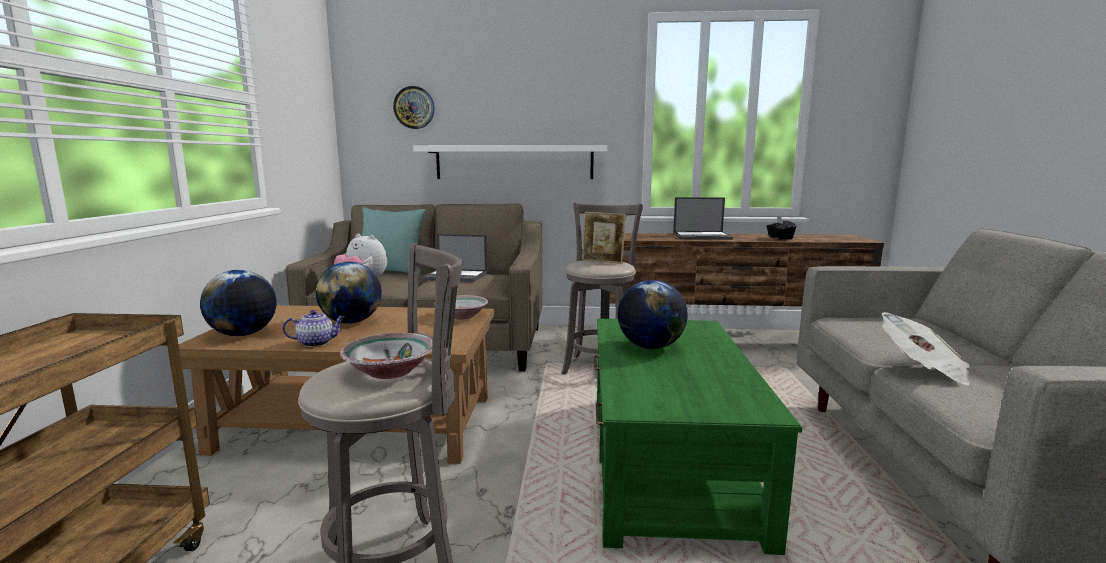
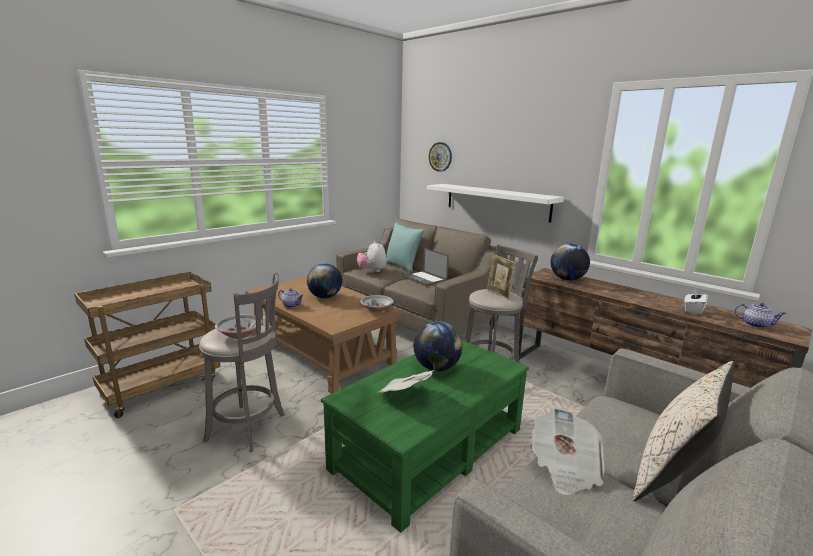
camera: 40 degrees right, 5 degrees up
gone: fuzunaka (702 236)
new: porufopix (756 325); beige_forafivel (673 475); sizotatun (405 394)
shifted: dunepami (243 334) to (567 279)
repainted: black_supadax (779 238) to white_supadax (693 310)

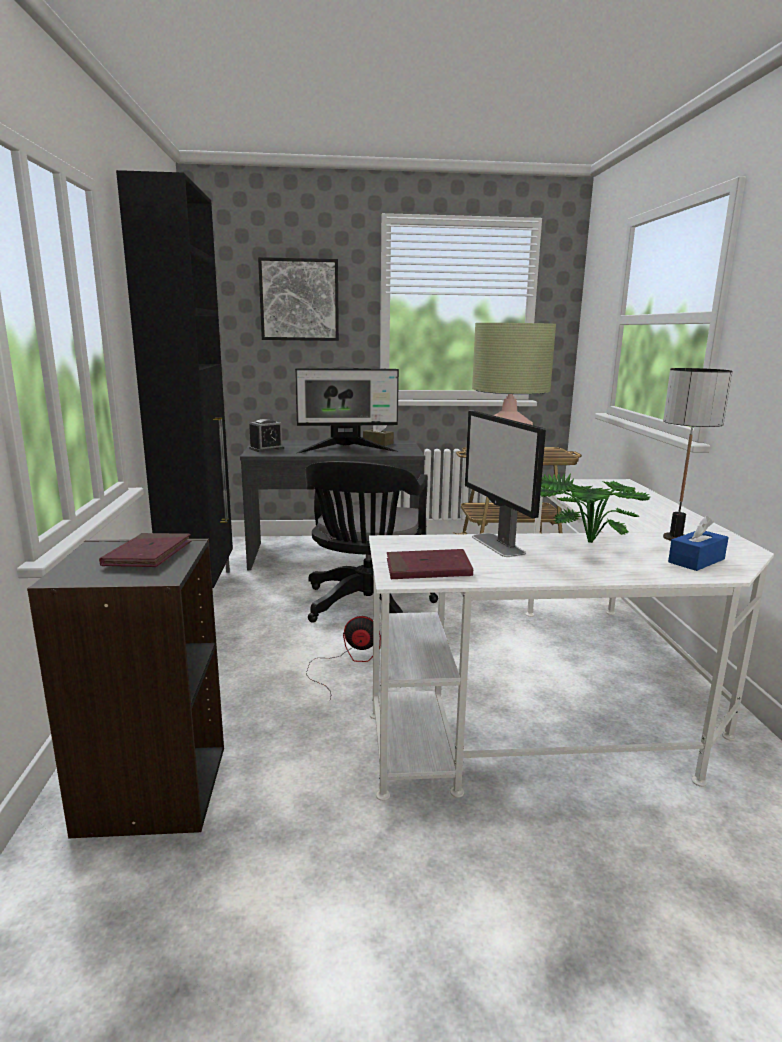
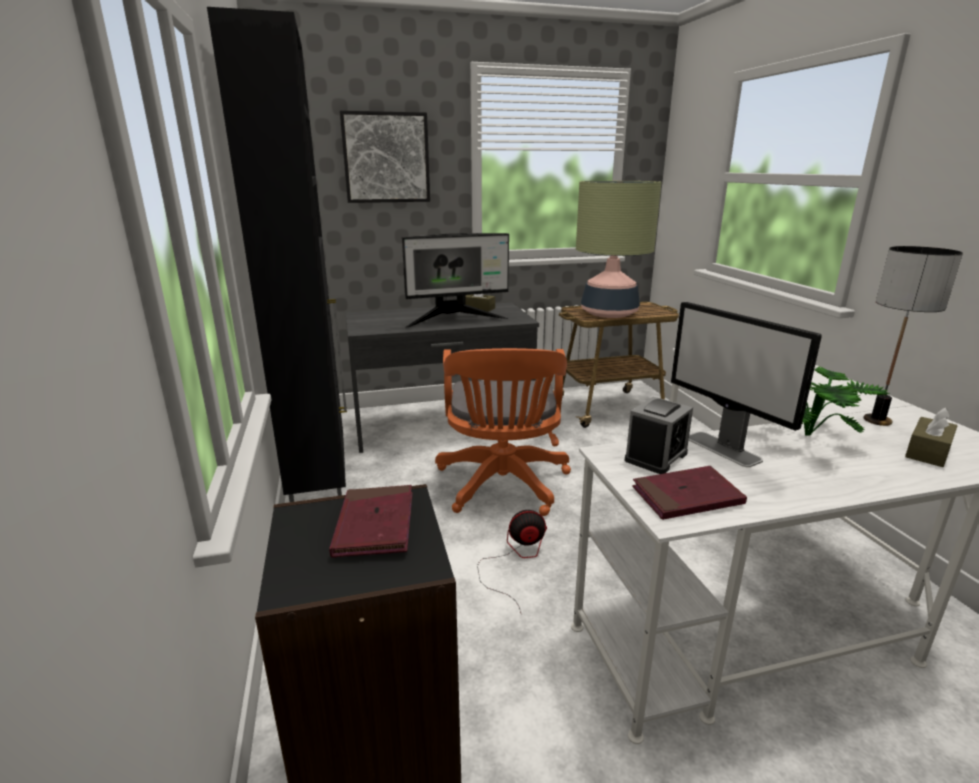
camera: 10 degrees left, 5 degrees up
shifted: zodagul (266 449) to (656 457)
repainted: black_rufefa (366 607) to orange_rufefa (503 486); blue_supadax (696 561) to brown_supadax (927 452)

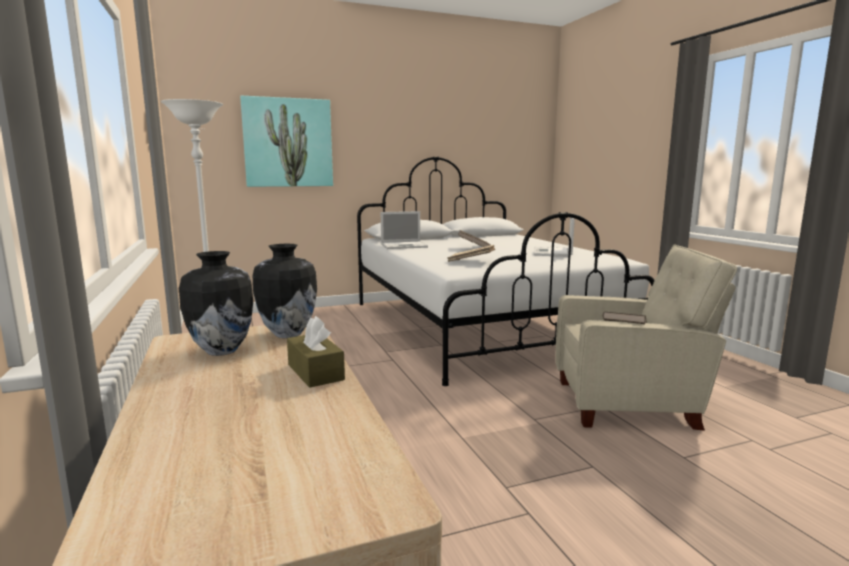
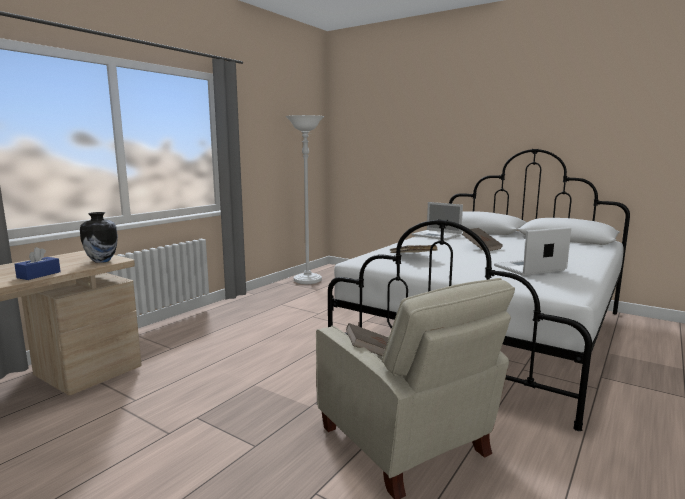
camera: 55 degrees right, 0 degrees up
gone: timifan (288 143); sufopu (221 350)
repainted: brown_supadax (315 372) to blue_supadax (39 275)

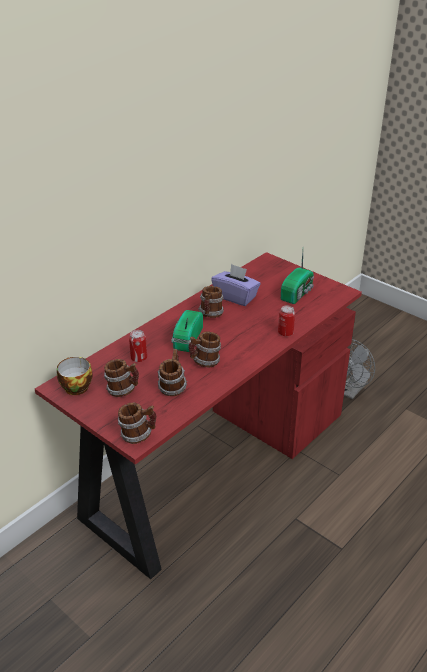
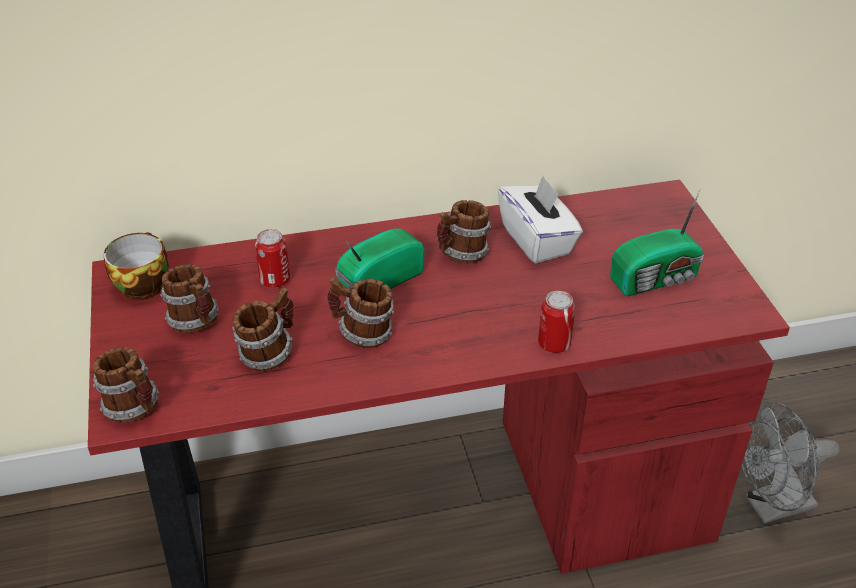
camera: 35 degrees right, 5 degrees up
repainted: purple_supadax (235 297) to white_supadax (537 240)

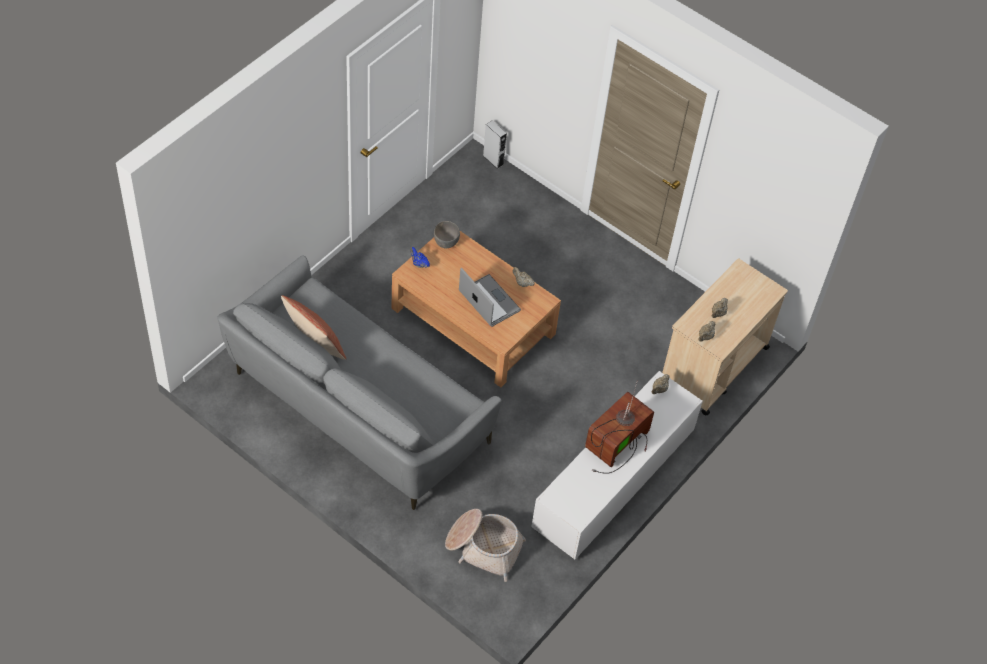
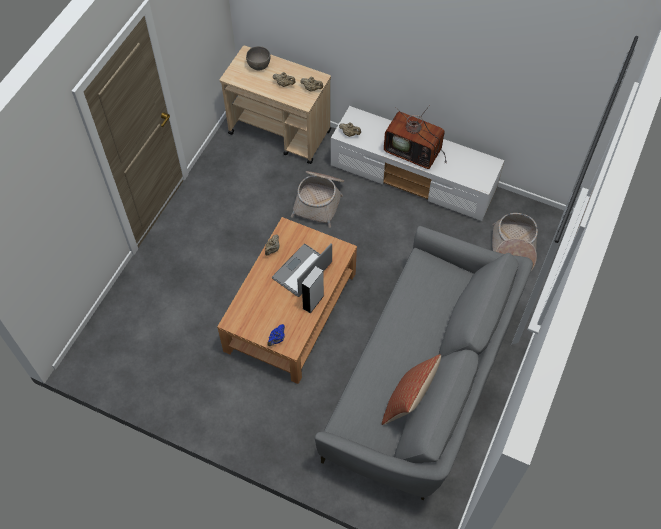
camera: 100 degrees left, 5 degrees up
new: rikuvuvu (319 200)
shifted: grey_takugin (493 160) to (313 302); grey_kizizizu (446 242) to (258 66)

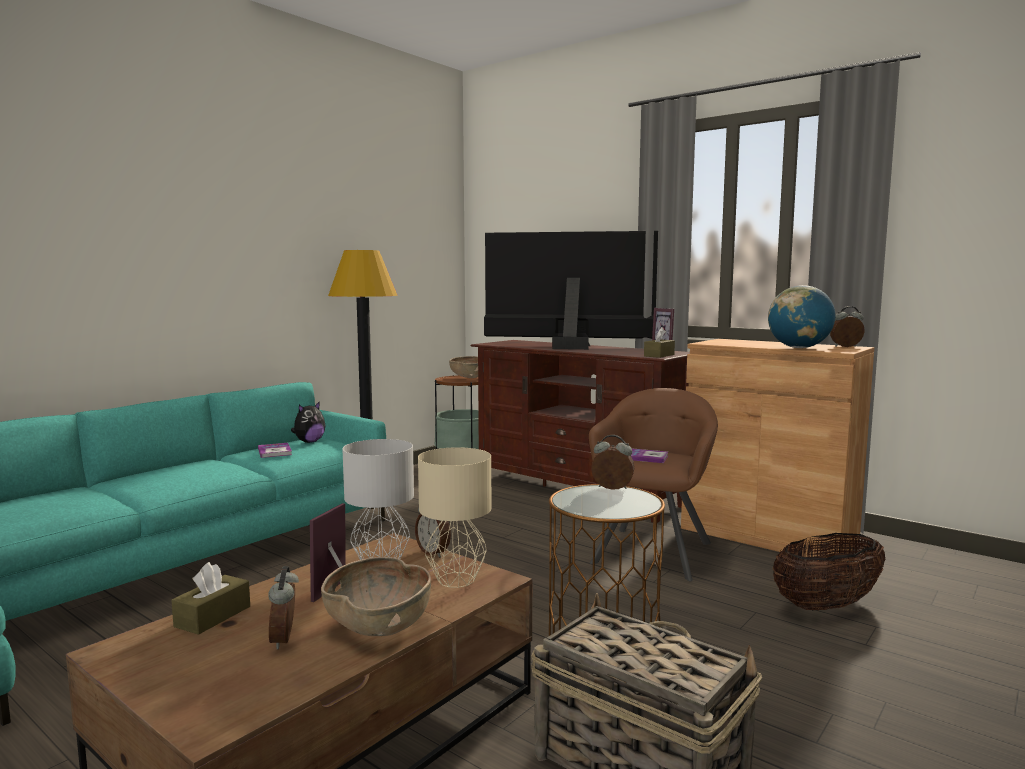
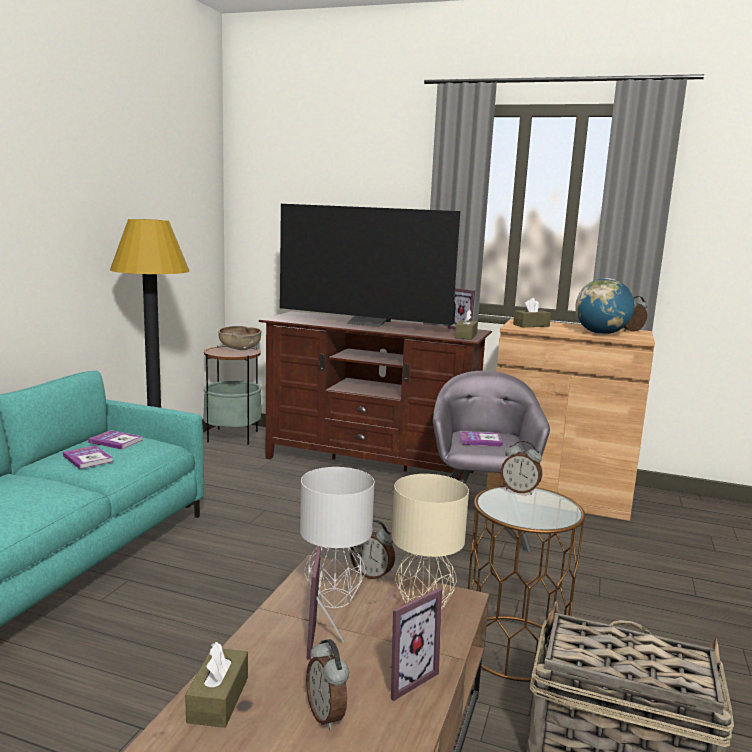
camera: 20 degrees left, 5 degrees up
gone: rikuvuvu (826 605)
new: brown_supadax (531 325)
swapped: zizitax (309 442) to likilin (116 441); brown_kizizizu (379 625) to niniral (403 677)
repainted: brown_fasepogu (653 552) to grey_fasepogu (480 524)
rotated: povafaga (571 347) = (367 323) 150 degrees counterclockwise; zodagul (612 489) = (519 491) 150 degrees counterclockwise

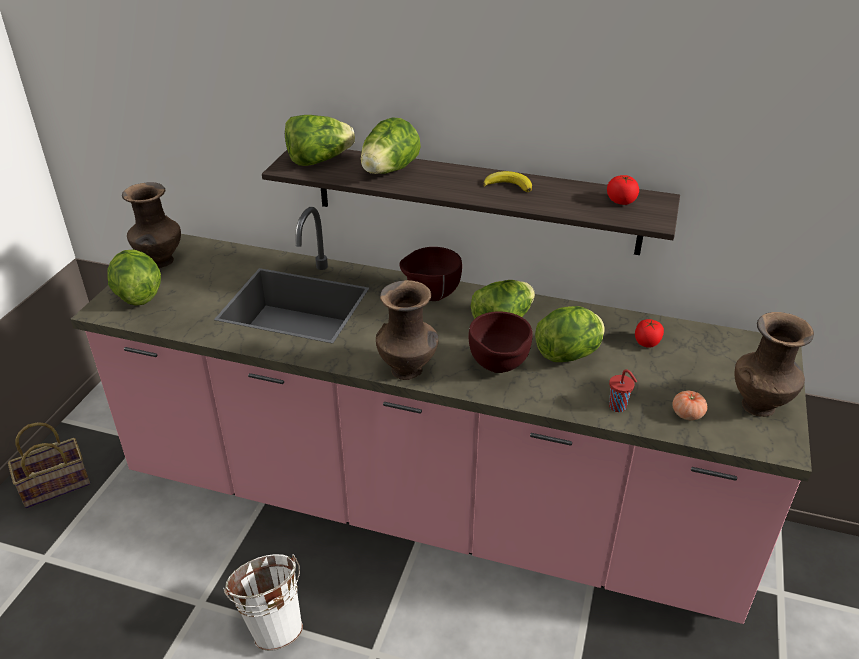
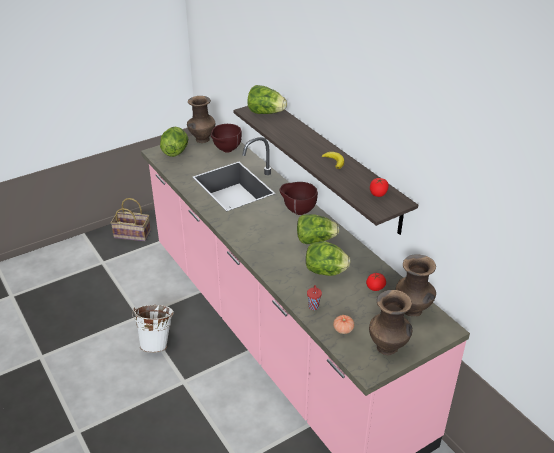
camera: 40 degrees right, 0 degrees up
gone: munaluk (389 171)
shifted: brown_sufopu (408 370) to (412 310); brown_kizizizu (498 369) to (226 150)

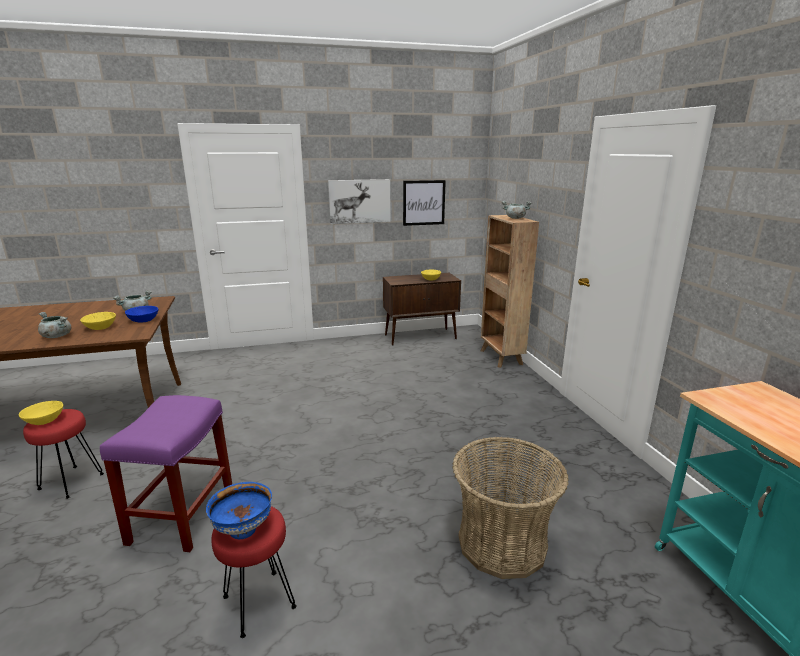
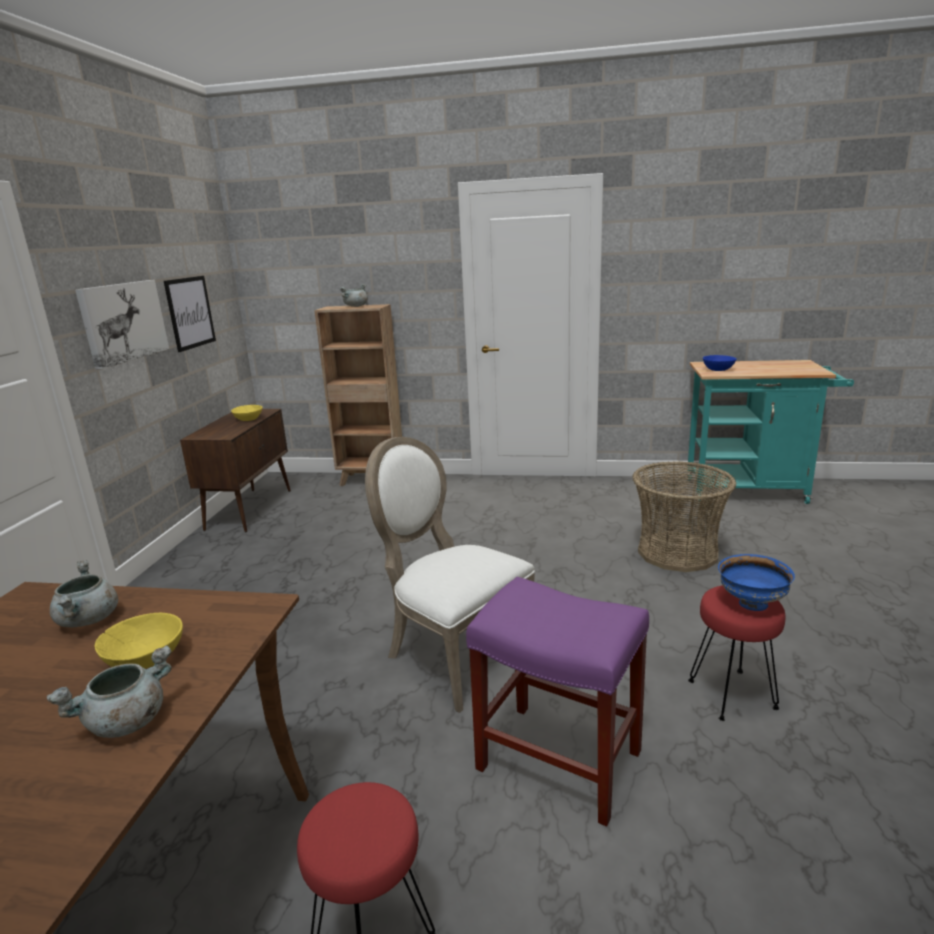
camera: 65 degrees left, 0 degrees up
gone: yellow_kizizizu (44 421)
new: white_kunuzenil (454 653)
shifted: blue_kizizizu (143 320) to (718 369)

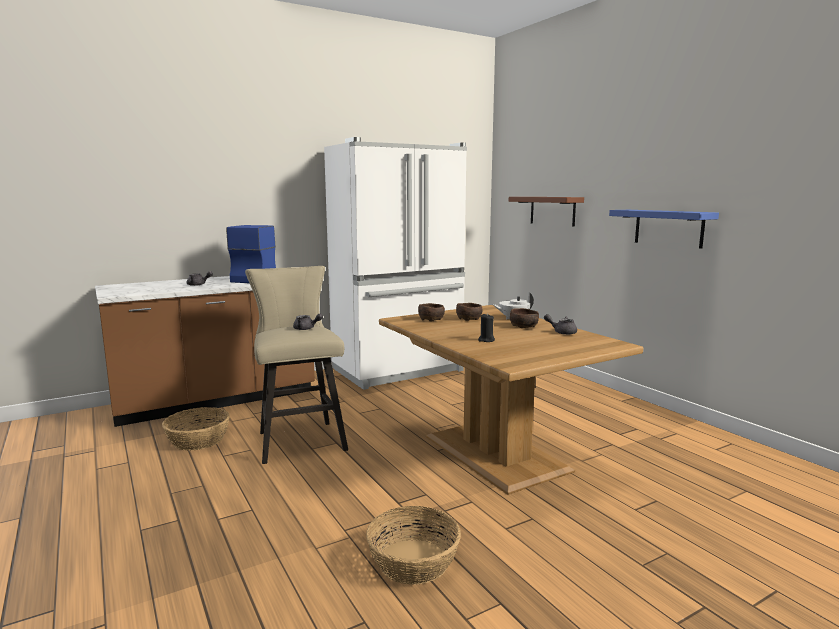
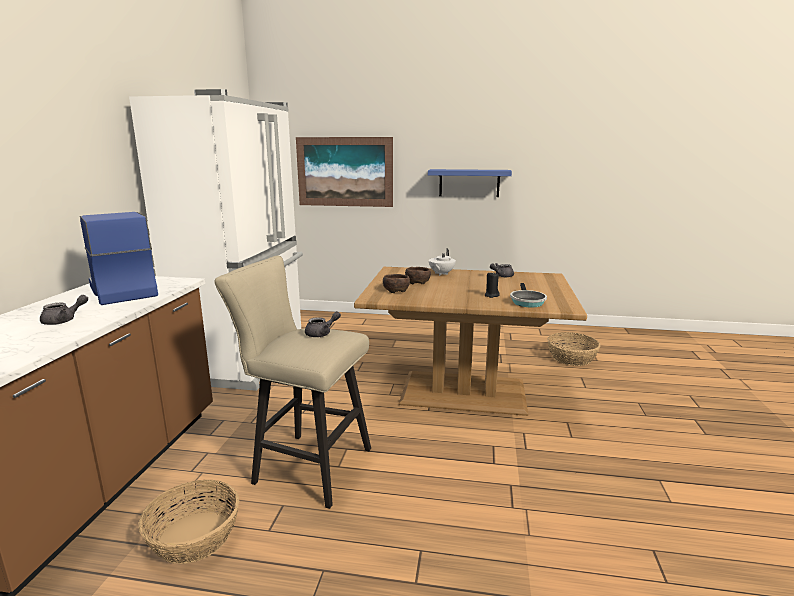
camera: 50 degrees left, 5 degrees up
gone: brown_kizizizu (524 326)
new: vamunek (526 301)
shifted: rikuvuvu (414 562) to (572 358)
swapped: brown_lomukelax (552 210) to timifan (344 172)

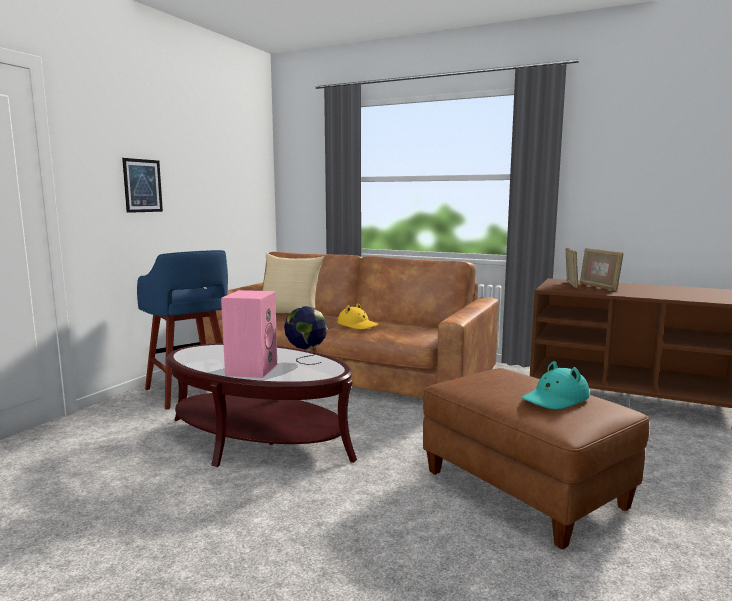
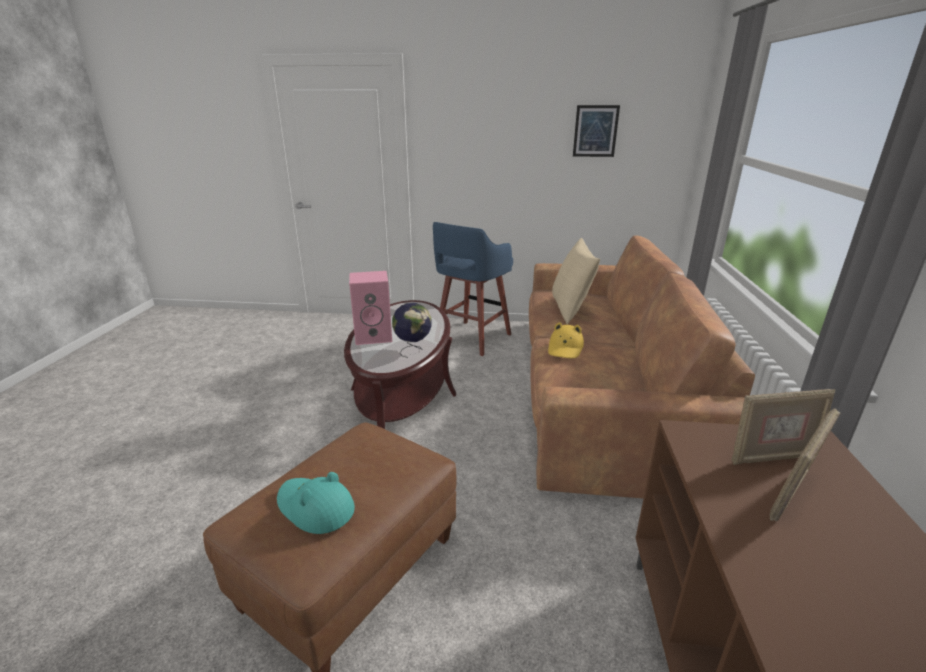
camera: 70 degrees right, 15 degrees up
shifted: timifan (142 185) to (595 131)

